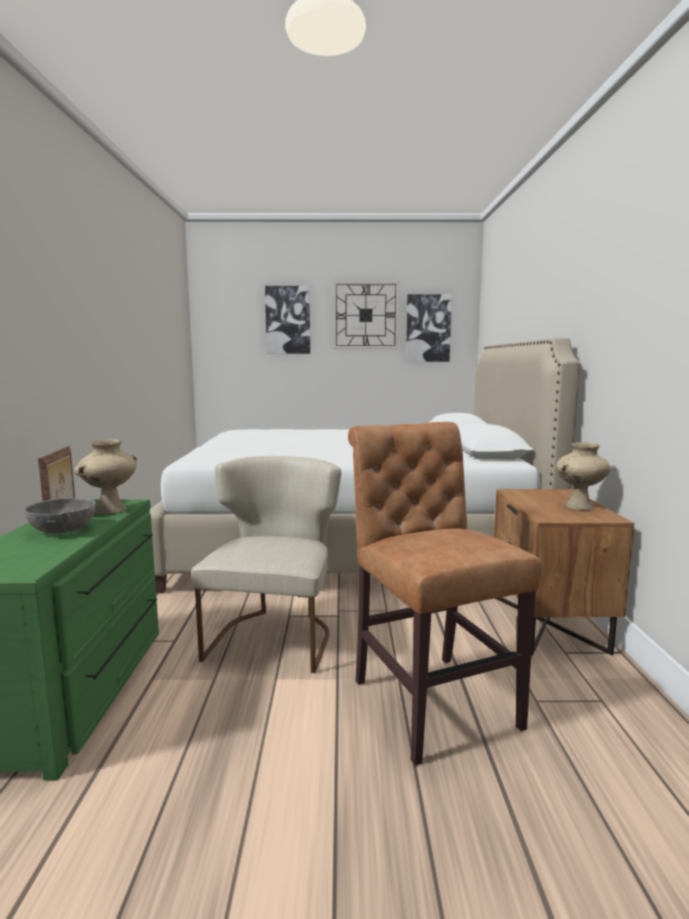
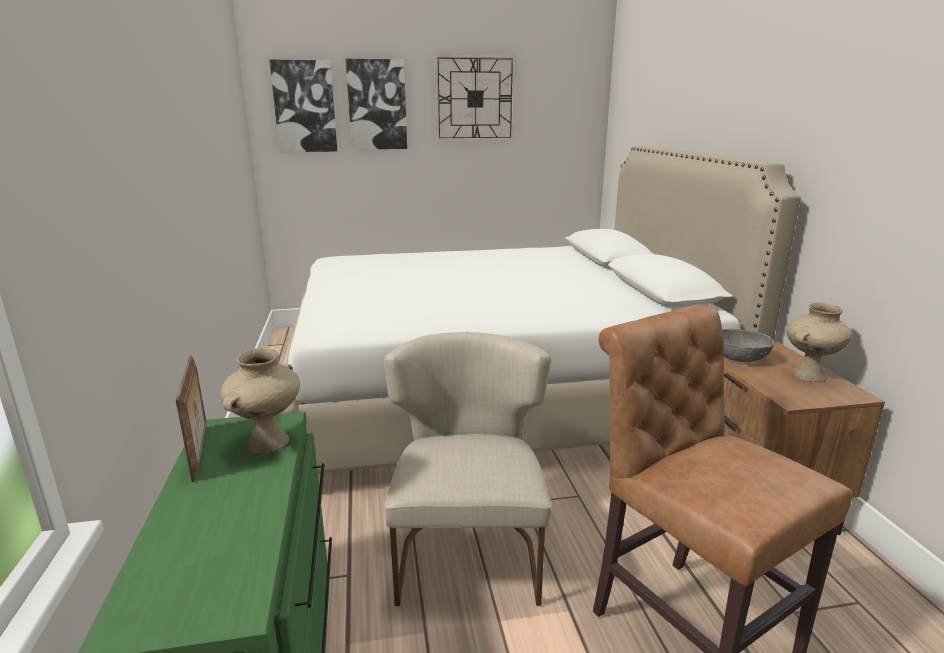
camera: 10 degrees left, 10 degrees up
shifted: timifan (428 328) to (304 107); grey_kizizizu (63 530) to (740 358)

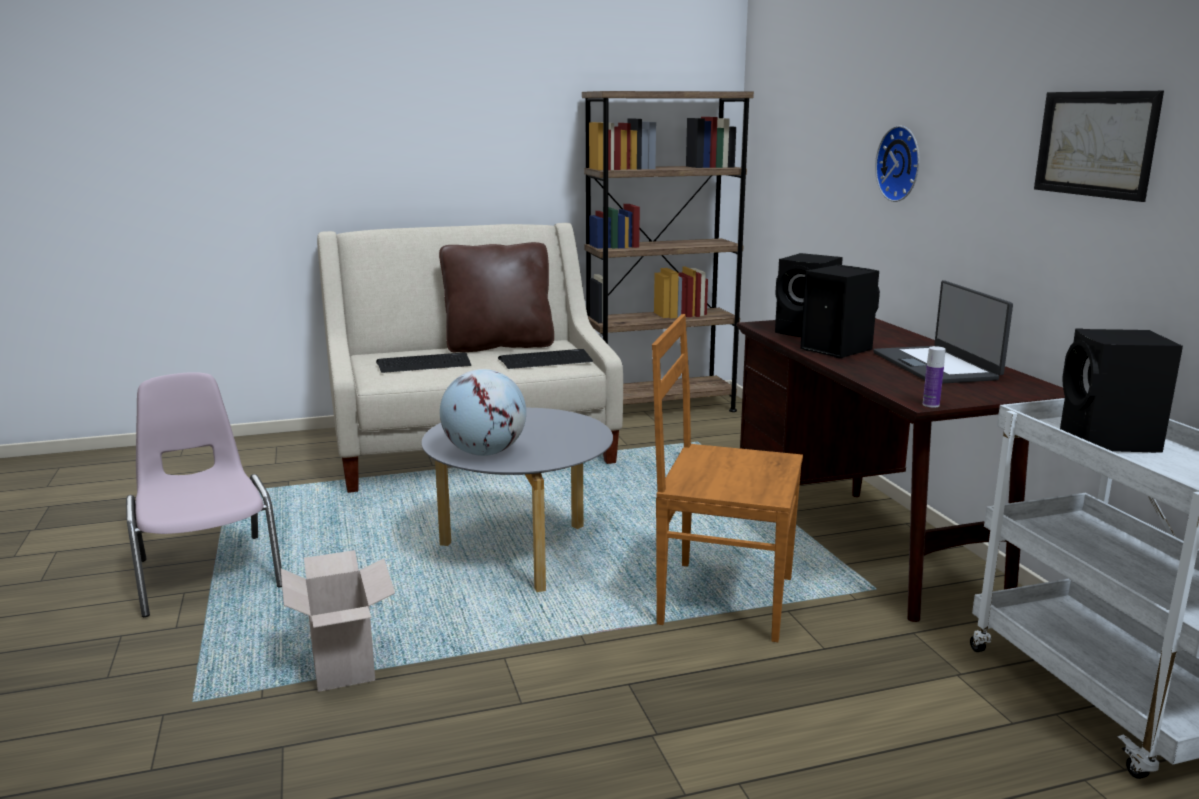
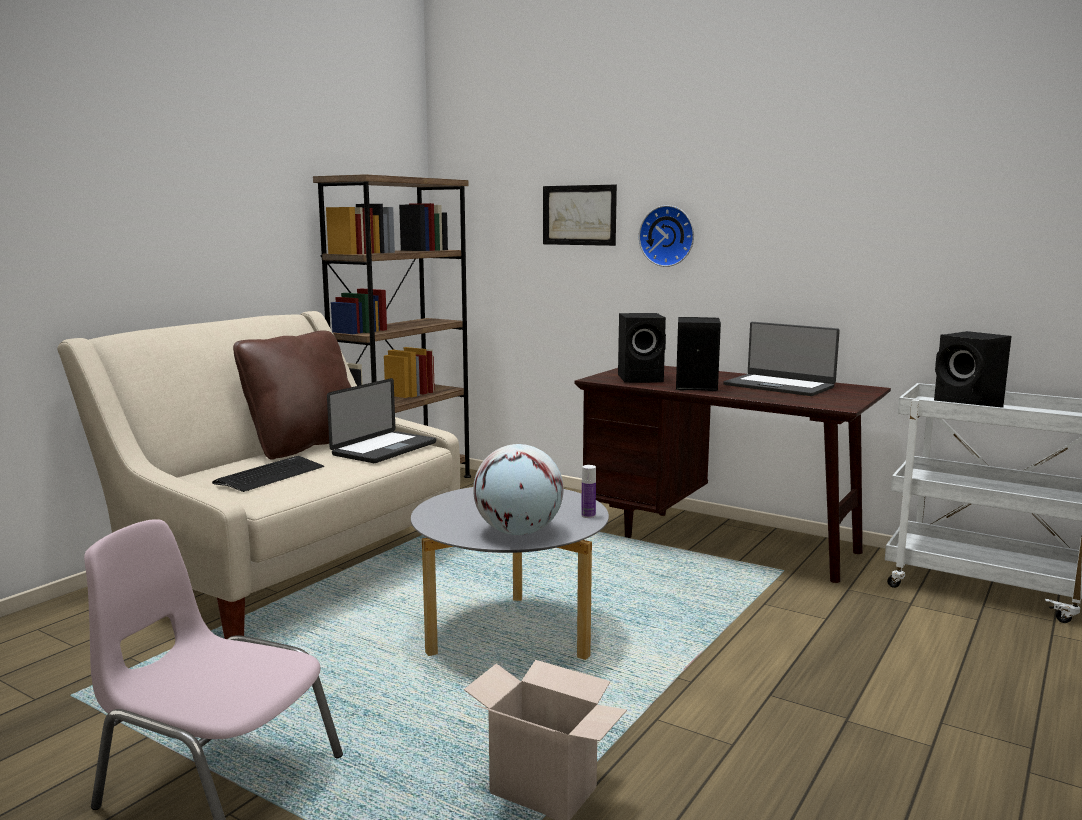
camera: 40 degrees left, 5 degrees down
gone: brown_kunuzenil (721 599)
shifted: timifan (1095 144) to (579 215); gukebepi (931 405) to (588 515)
swapped: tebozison (546 361) to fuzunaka (384 449)

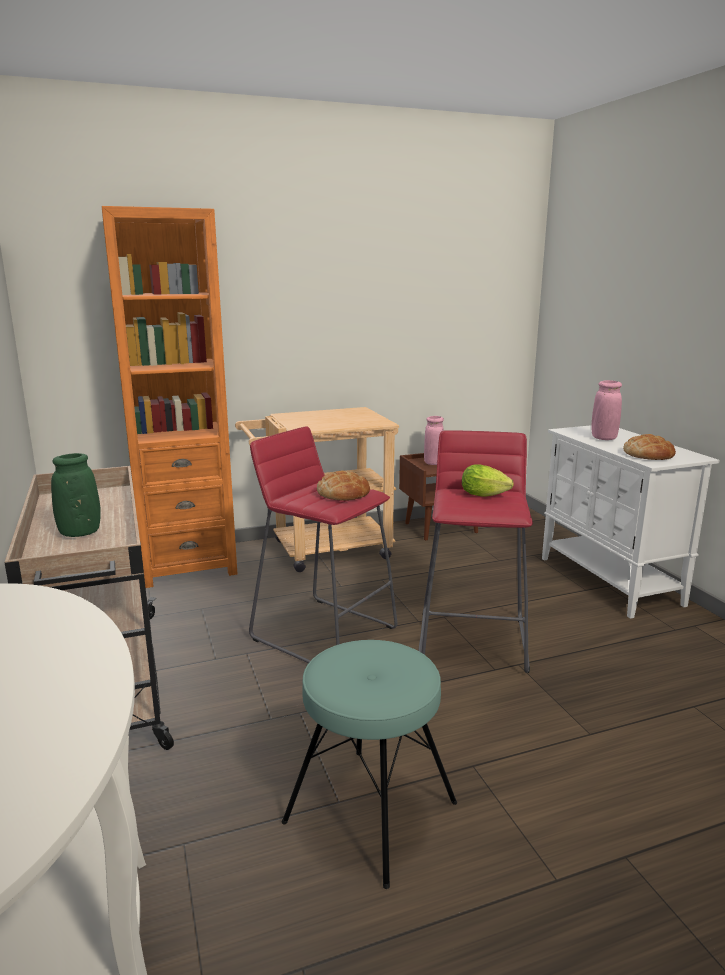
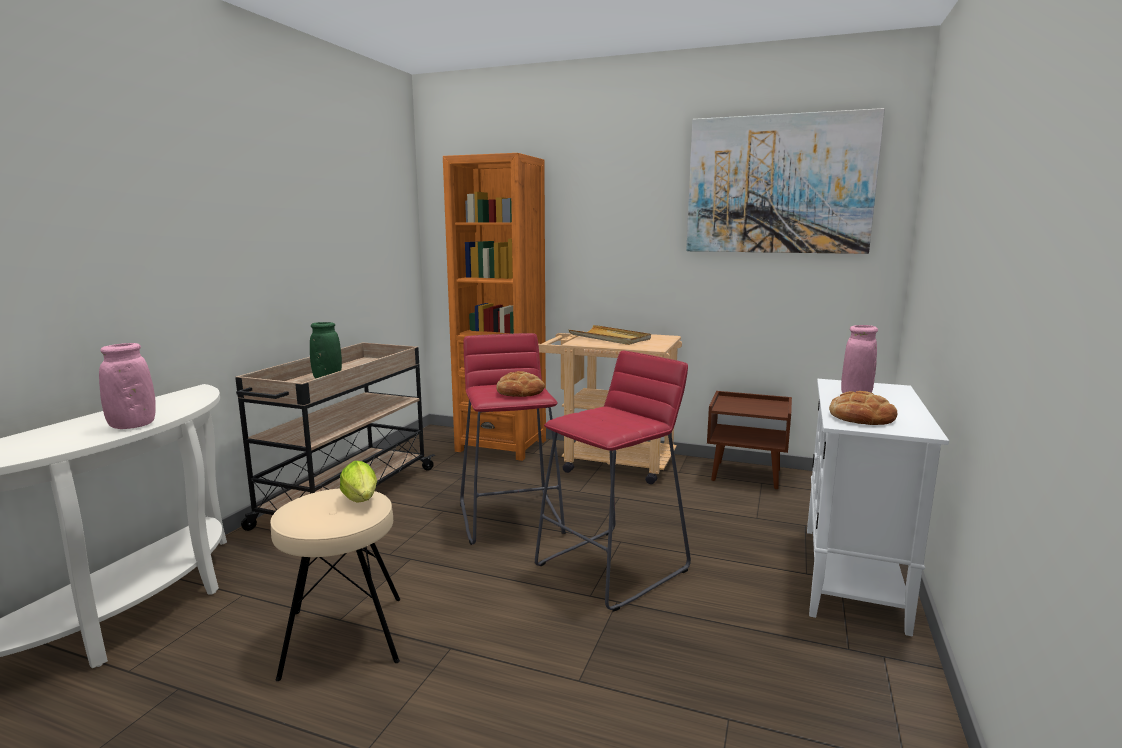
camera: 40 degrees right, 5 degrees down
new: timifan (778 185); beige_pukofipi (610 338)
shifted: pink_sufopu (433 463) to (133 426); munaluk (486 496) to (361 501)
repainted: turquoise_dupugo (371 812) to beige_dupugo (344 636)

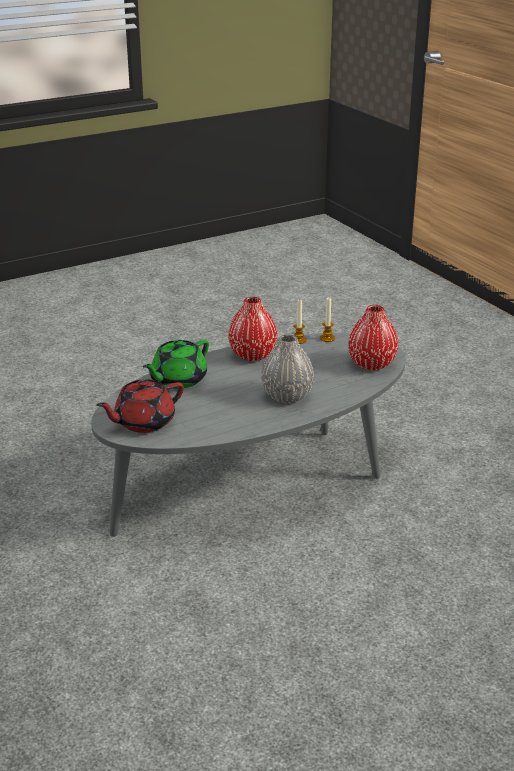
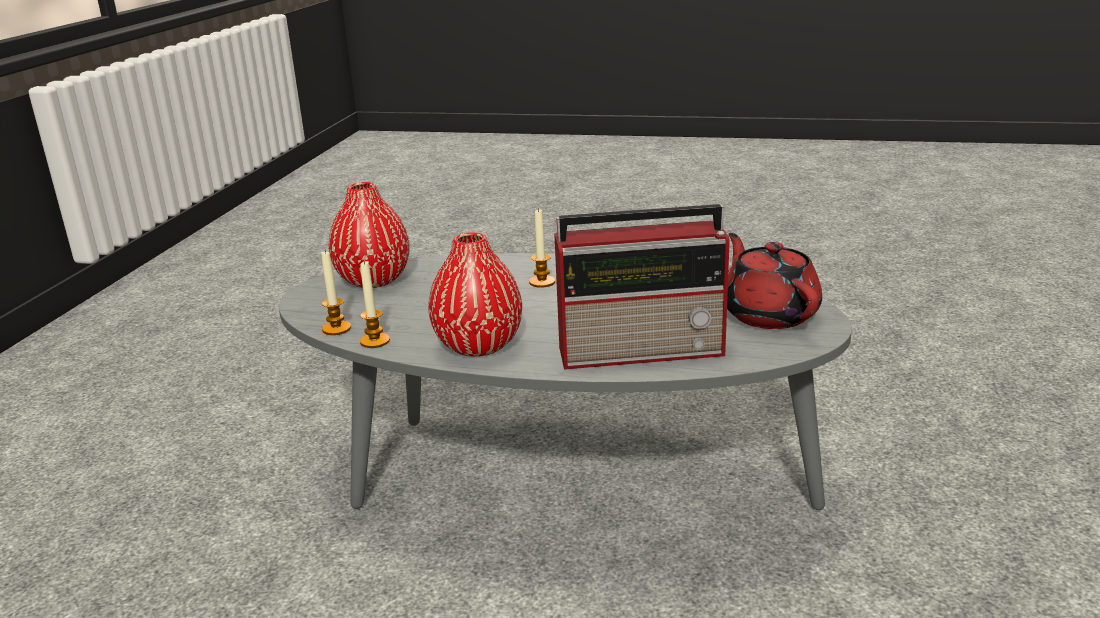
camera: 135 degrees left, 5 degrees down
swapped: grey_sufopu (287 396) to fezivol (542 282); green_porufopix (178 380) to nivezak (644 350)
rotated: red_porufopix (143 422) = (768 314) 120 degrees counterclockwise

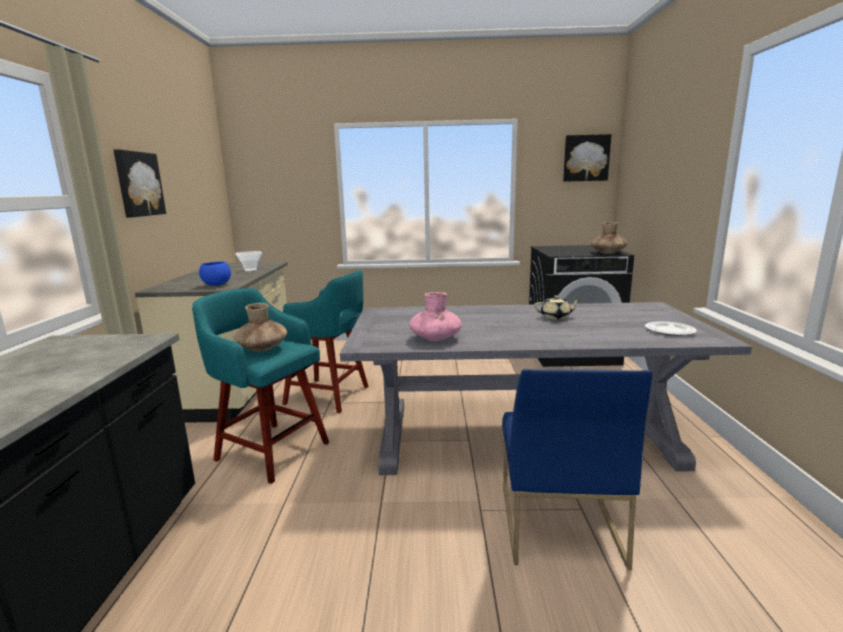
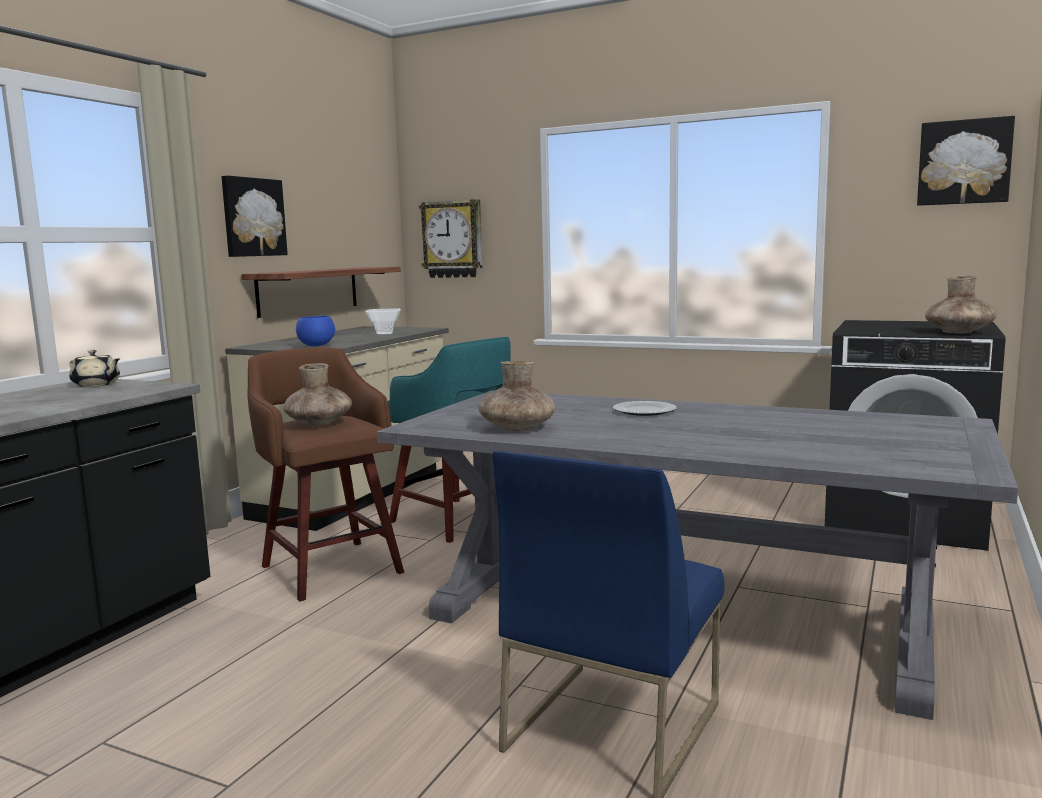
camera: 25 degrees right, 5 degrees down
new: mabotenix (453 239); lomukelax (308 291)
shifted: beige_porufopix (556 317) to (96 385); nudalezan (670 330) to (645 411)
repainted: turquoise_dupugo (270 450) to brown_dupugo (330 567); pink_sufopu (435 338) to brown_sufopu (517 428)

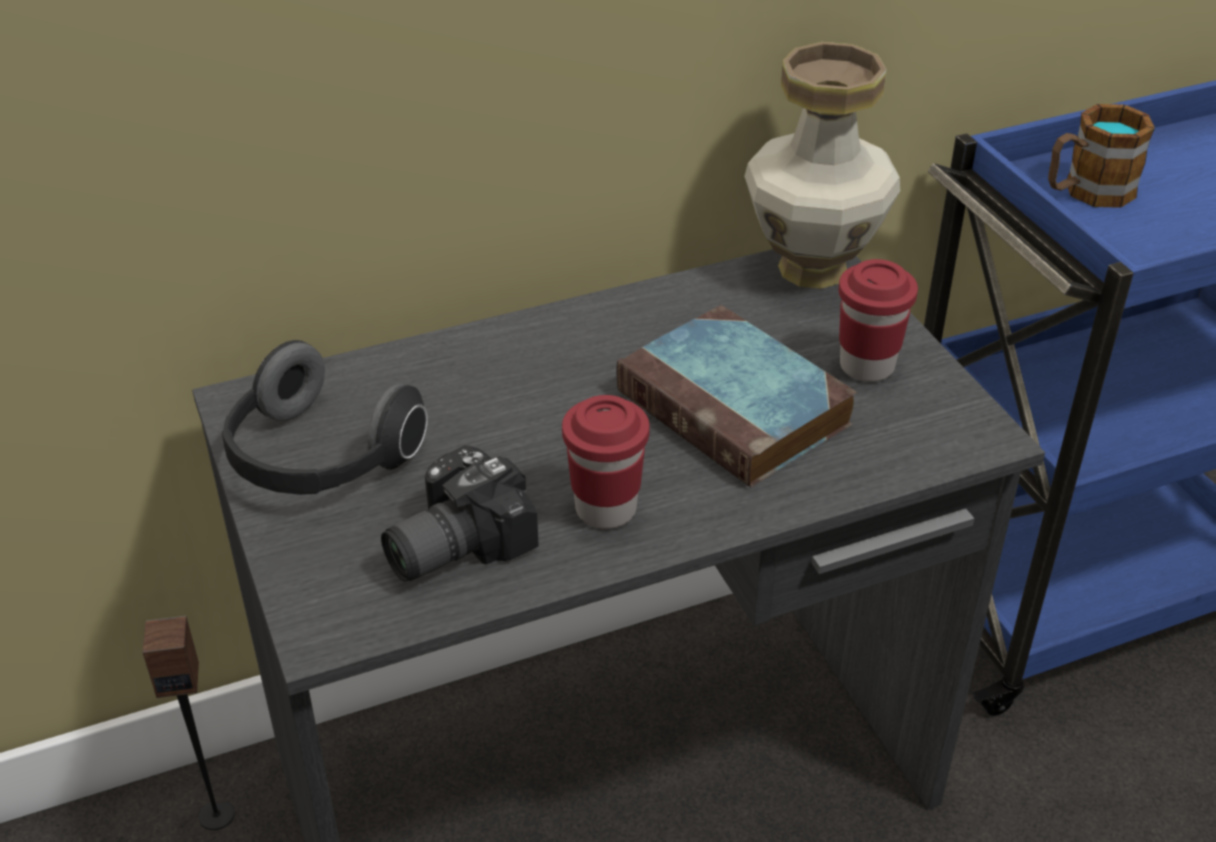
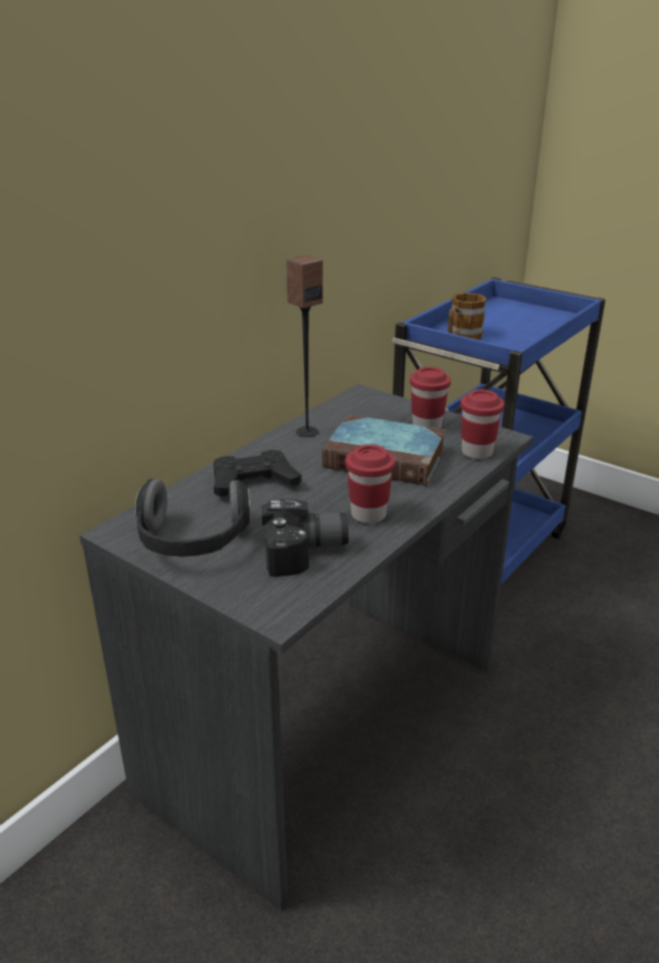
camera: 30 degrees left, 10 degrees down
gone: sufopu (810 269)
new: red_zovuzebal (477 452); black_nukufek (253 481)
shifted: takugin (217 814) to (306 431)
rotated: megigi (451 543) = (305 554) 120 degrees counterclockwise

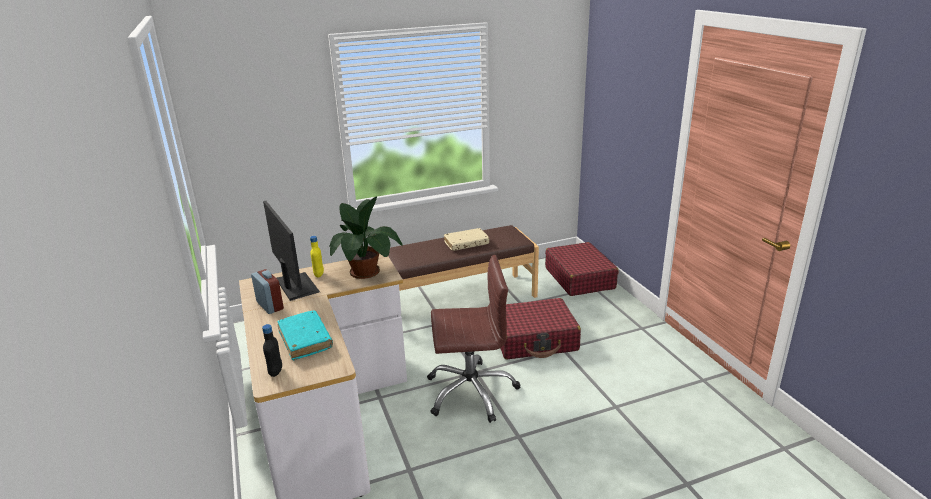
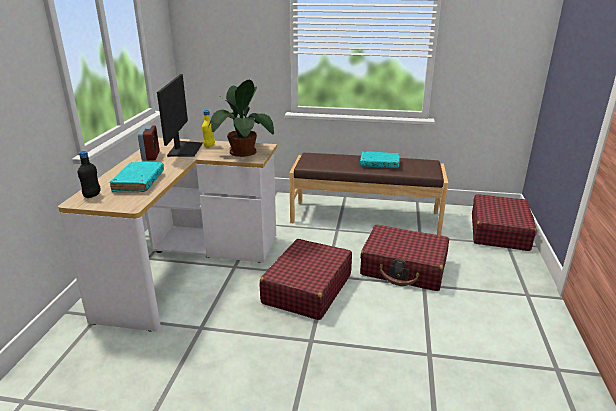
camera: 30 degrees right, 0 degrees up
swapped: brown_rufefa (471 391) to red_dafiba (307 289)
repainted: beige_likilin (466 244) to turquoise_likilin (379 164)

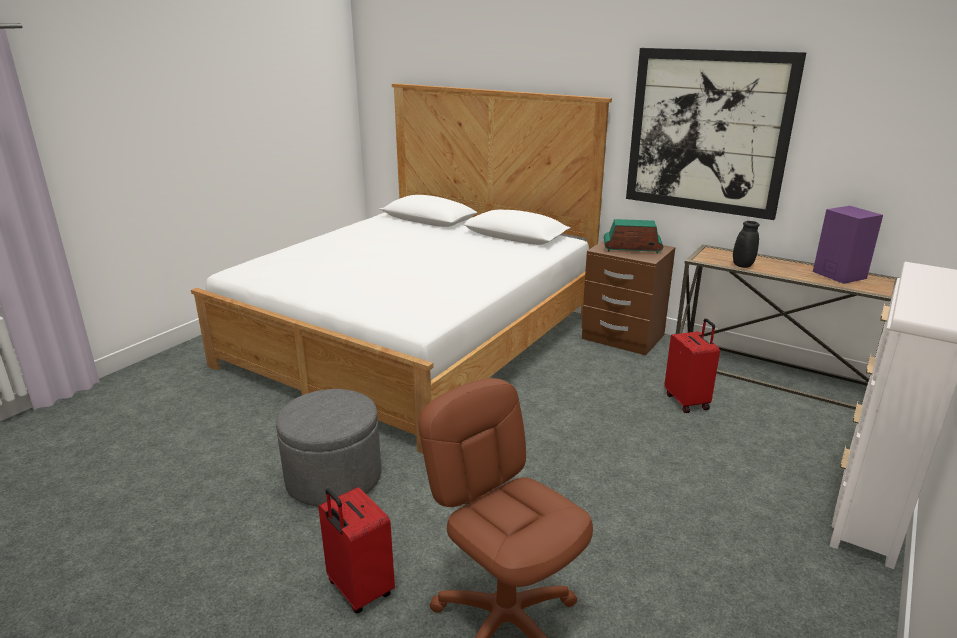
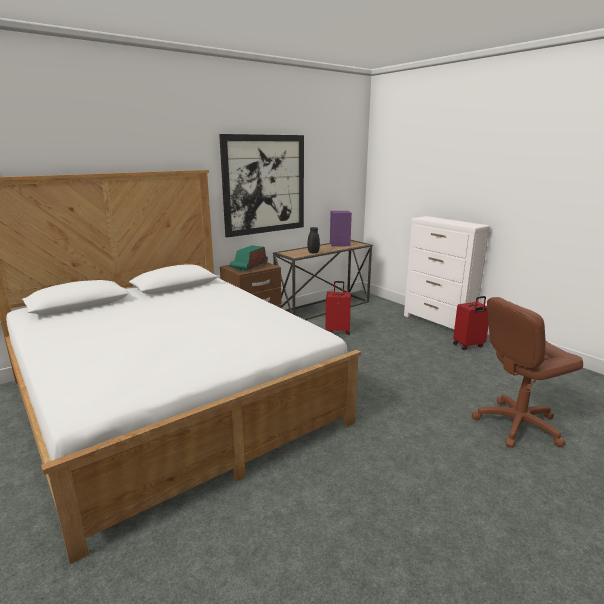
camera: 70 degrees left, 5 degrees down
gone: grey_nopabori (334 478)
shifted: red_dafiba (358 590) to (468 345)

